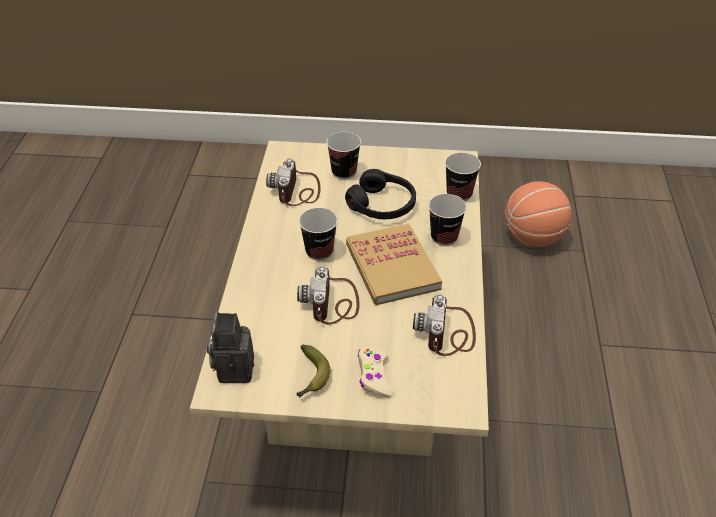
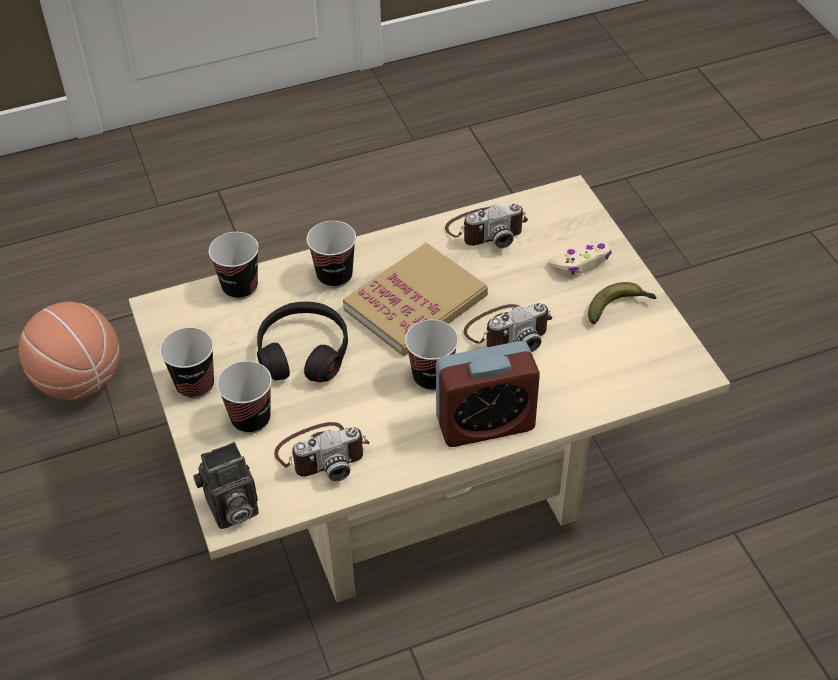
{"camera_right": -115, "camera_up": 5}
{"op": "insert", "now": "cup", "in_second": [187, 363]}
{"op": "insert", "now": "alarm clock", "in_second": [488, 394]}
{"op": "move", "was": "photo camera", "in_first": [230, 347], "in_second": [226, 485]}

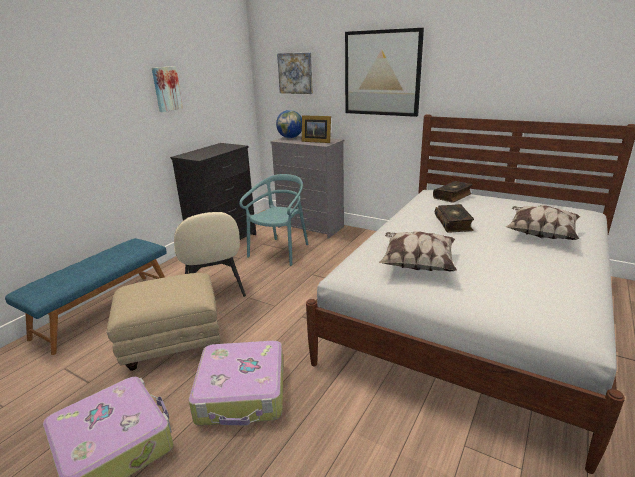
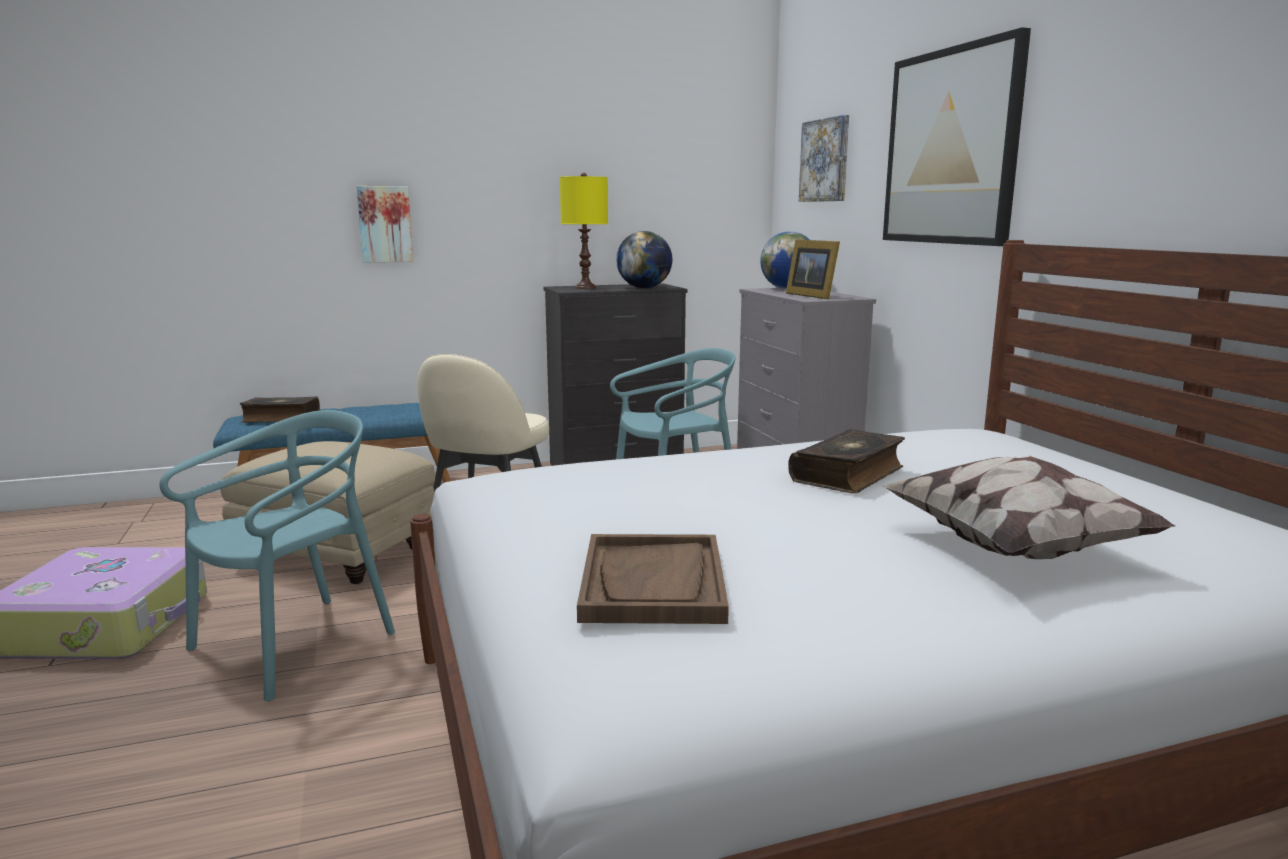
{"camera_right": 40, "camera_up": -10}
{"op": "delete", "was": "throw pillow", "in_first": [418, 251]}
{"op": "insert", "now": "yellowish tabletop lamp", "in_second": [584, 231]}
{"op": "insert", "now": "brownish serving tray", "in_second": [653, 579]}
{"op": "insert", "now": "desk globe", "in_second": [644, 259]}
{"op": "move", "was": "wall picture", "in_first": [167, 89], "in_second": [385, 224]}
{"op": "move", "was": "bound book", "in_first": [453, 192], "in_second": [280, 410]}
{"op": "replace", "was": "suitcase", "now": "turquoise plain chair", "in_first": [236, 383], "in_second": [277, 555]}

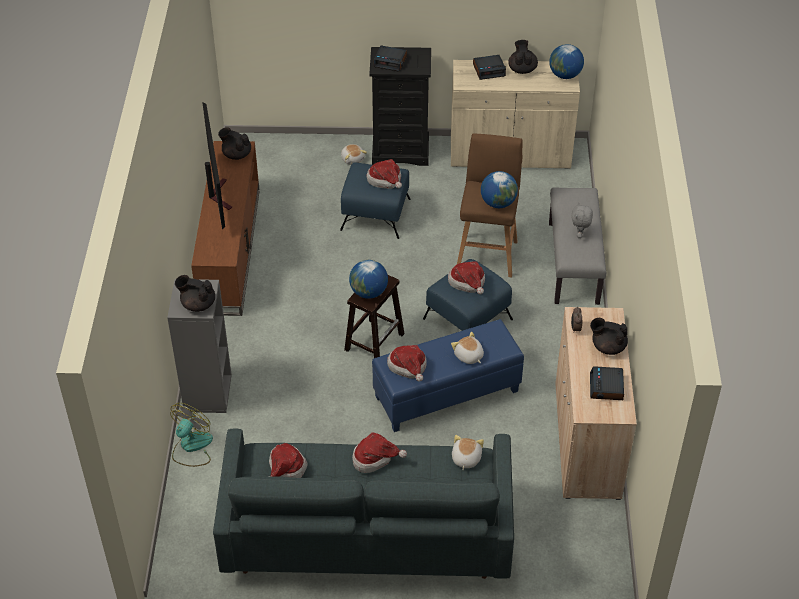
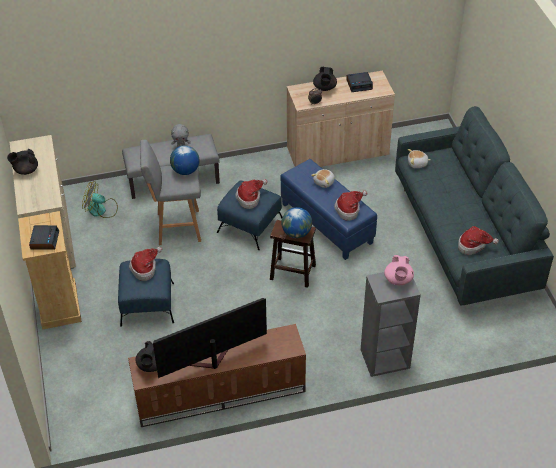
{"camera_right": -105, "camera_up": 0}
{"op": "delete", "was": "soft toy", "in_first": [354, 154]}
{"op": "delete", "was": "hat", "in_first": [379, 452]}
{"op": "delete", "was": "alarm clock", "in_first": [489, 67]}
{"op": "delete", "was": "desk globe", "in_first": [566, 61]}
{"op": "move", "was": "fan", "in_first": [191, 435], "in_second": [100, 199]}
{"op": "recolor", "was": "black teapot", "now": "pink teapot", "in_first": [195, 293], "in_second": [399, 270]}
{"op": "recolor", "was": "black chest of drawers", "now": "beige-coloured chest of drawers", "in_first": [400, 106], "in_second": [50, 270]}
{"op": "recolor", "was": "brownish sitting stool", "now": "grey sitting stool", "in_first": [490, 206], "in_second": [170, 192]}

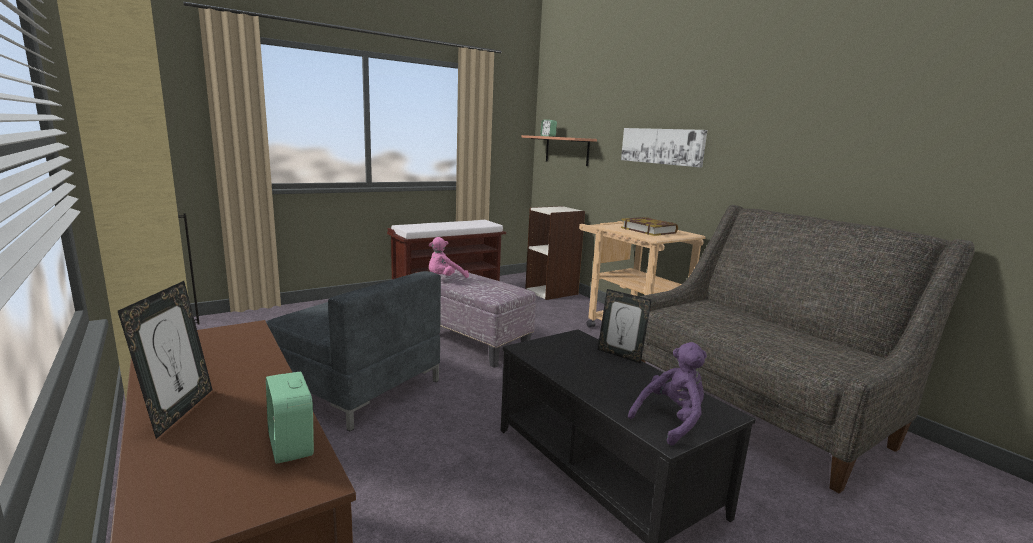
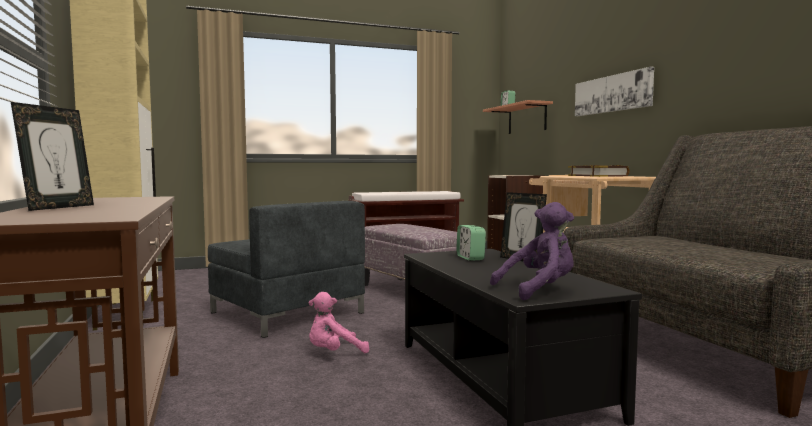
{"camera_right": 15, "camera_up": -10}
{"op": "move", "was": "alarm clock", "in_first": [290, 418], "in_second": [471, 243]}
{"op": "move", "was": "pink soft toy", "in_first": [449, 257], "in_second": [339, 322]}

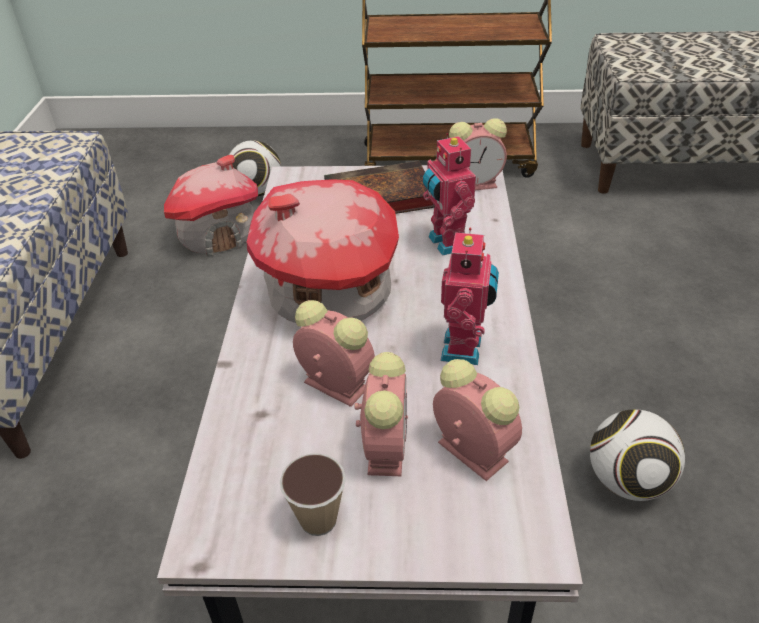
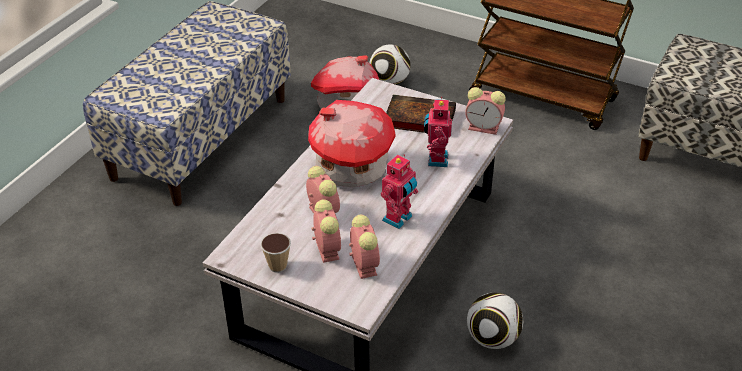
{"camera_right": 25, "camera_up": 0}
{"op": "rotate", "was": "alarm clock", "in_first": [381, 414], "in_second": [326, 231], "clockwise": -45}

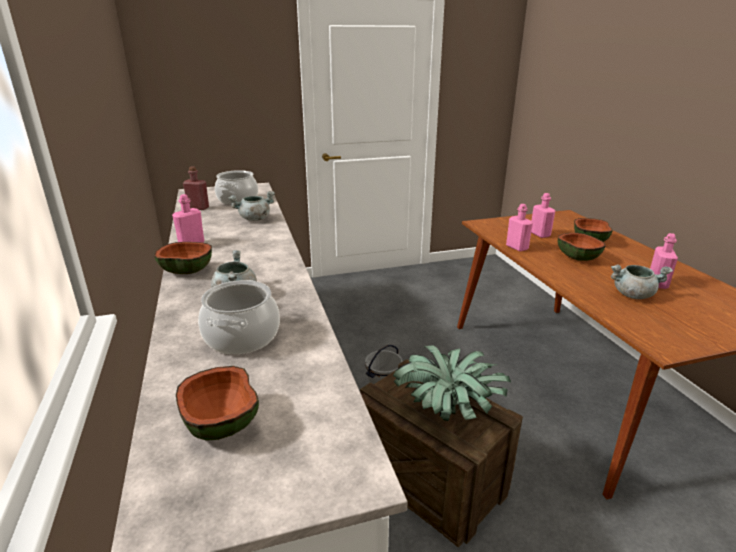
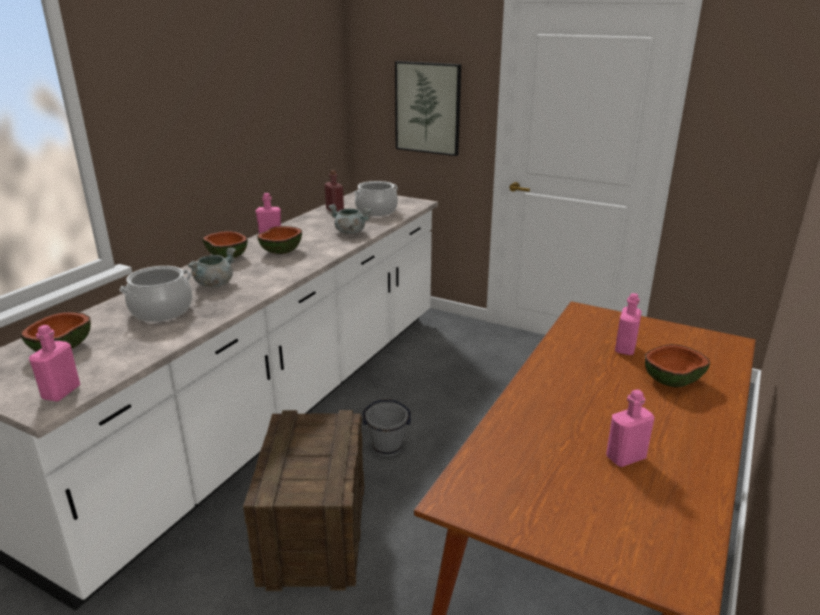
{"camera_right": 45, "camera_up": 0}
{"op": "delete", "was": "potted plant", "in_first": [452, 383]}
{"op": "delete", "was": "grey cooking pot", "in_first": [642, 282]}
{"op": "insert", "now": "wall picture", "in_second": [428, 108]}
{"op": "move", "was": "pink drink bottle", "in_first": [519, 228], "in_second": [54, 363]}
{"op": "move", "was": "deep dish", "in_first": [581, 247], "in_second": [279, 240]}

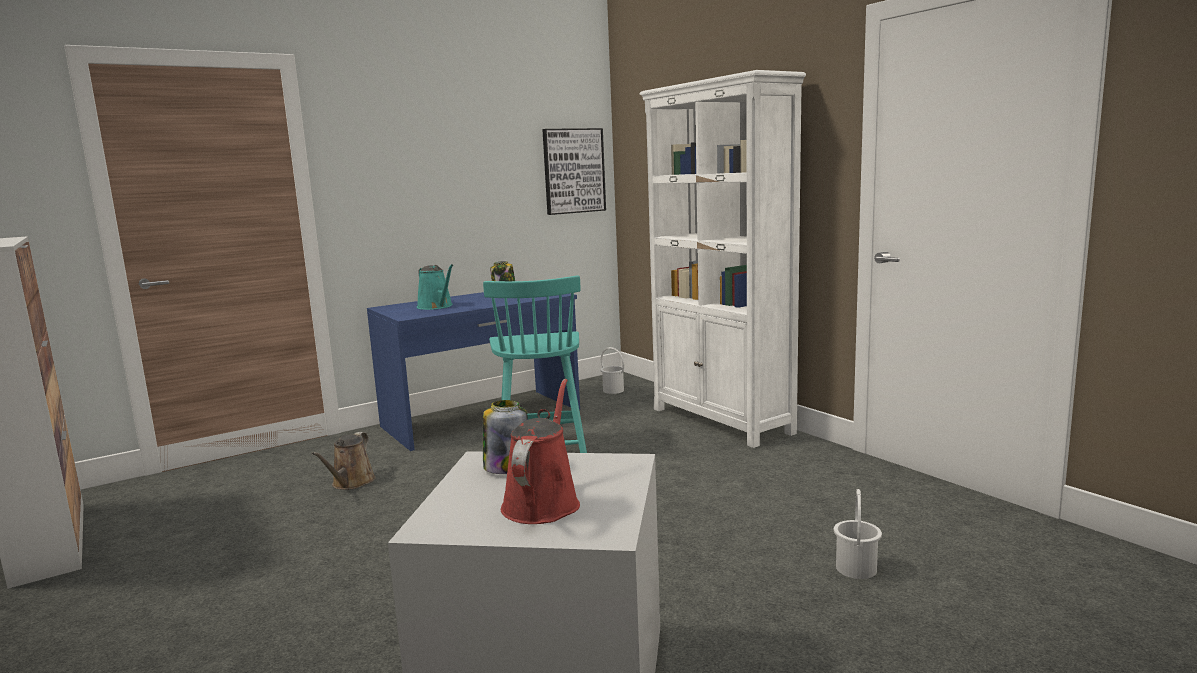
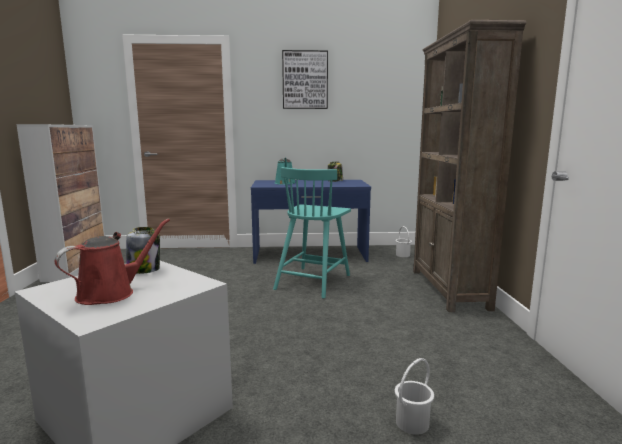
{"camera_right": 30, "camera_up": 0}
{"op": "delete", "was": "brownish watering can", "in_first": [344, 461]}
{"op": "move", "was": "wall picture", "in_first": [574, 171], "in_second": [305, 79]}
{"op": "recolor", "was": "white-coloured bookshelf", "now": "brownish bookshelf", "in_first": [723, 259], "in_second": [469, 166]}

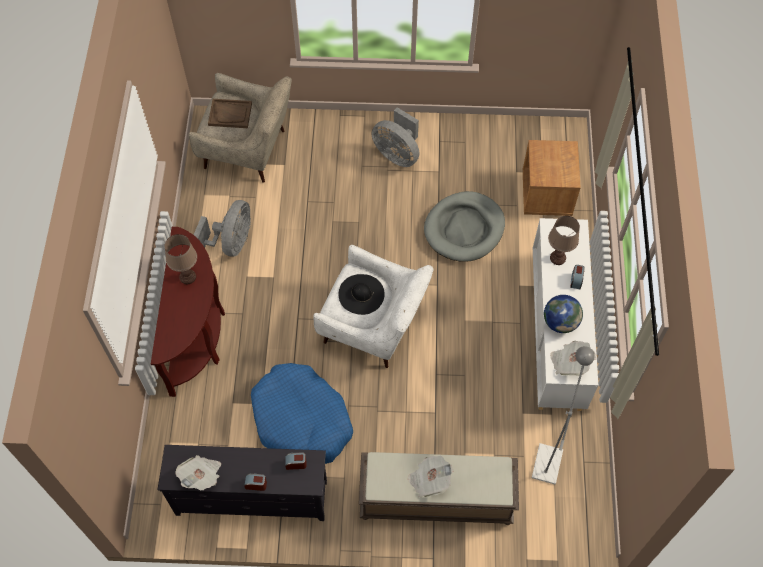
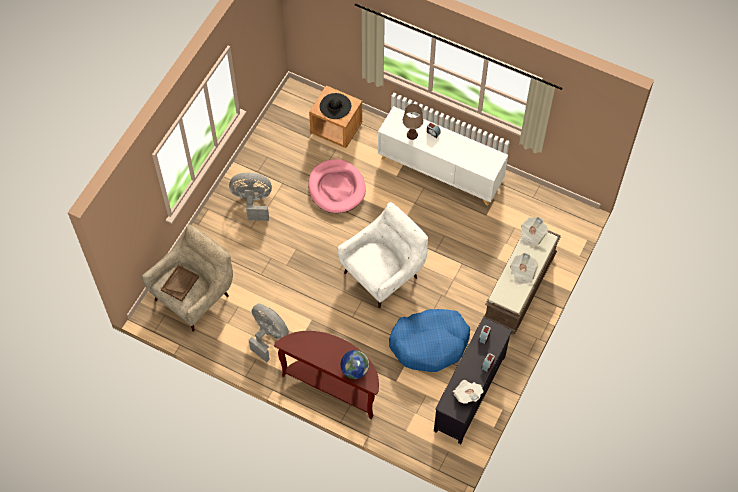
{"camera_right": -65, "camera_up": 0}
{"op": "delete", "was": "brownish tabletop lamp", "in_first": [181, 259]}
{"op": "delete", "was": "grey standard lamp", "in_first": [563, 415]}
{"op": "move", "was": "black hat", "in_first": [362, 294], "in_second": [335, 106]}
{"op": "move", "was": "desk globe", "in_first": [563, 314], "in_second": [355, 364]}
{"op": "move", "was": "newspaper", "in_first": [573, 358], "in_second": [534, 232]}
{"op": "recolor", "was": "grey pet bed", "now": "pink pet bed", "in_first": [464, 226], "in_second": [337, 186]}
{"op": "rotate", "was": "grey fan", "in_first": [396, 137], "in_second": [250, 197], "clockwise": -150}

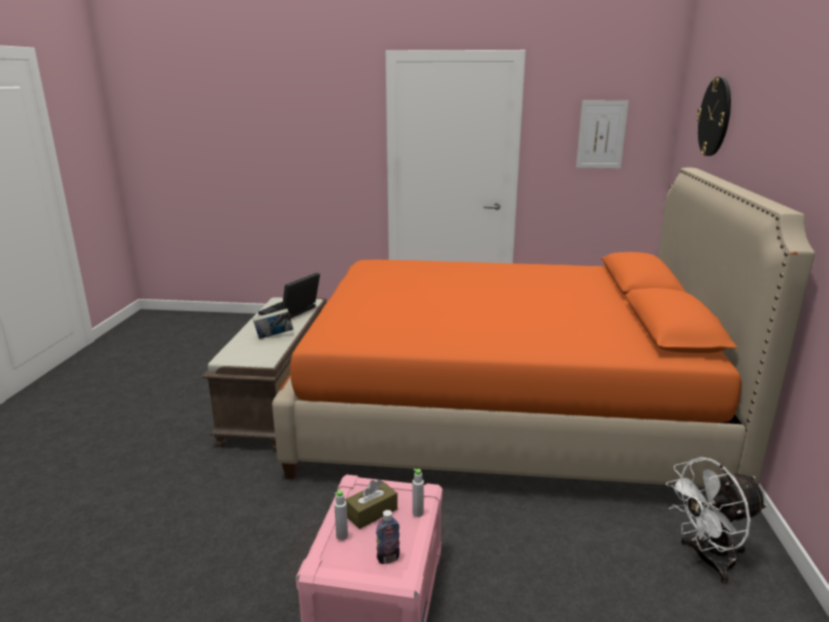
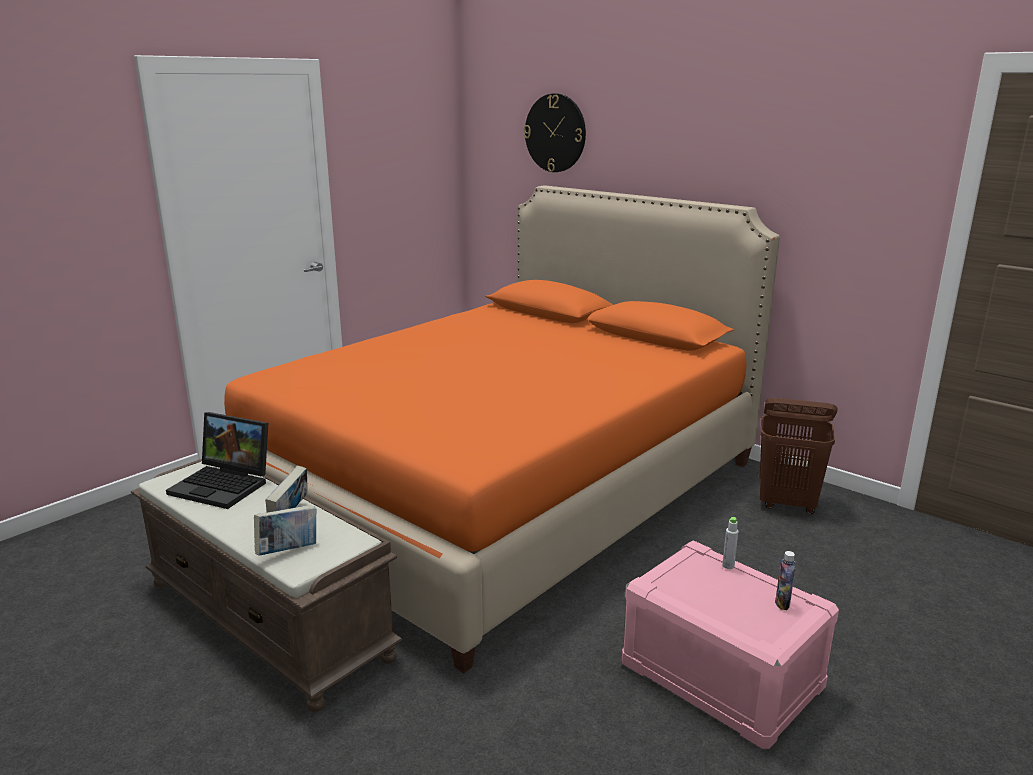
{"camera_right": -55, "camera_up": 0}
{"op": "delete", "was": "grey drink bottle", "in_first": [341, 515]}
{"op": "delete", "was": "brownish tissue box", "in_first": [371, 504]}
{"op": "delete", "was": "wall picture", "in_first": [602, 134]}
{"op": "insert", "now": "bound book", "in_second": [285, 530]}
{"op": "replace", "was": "white-coloured fan", "now": "brownish washing basket", "in_first": [716, 520], "in_second": [798, 456]}
{"op": "rotate", "was": "portable computer", "in_first": [289, 296], "in_second": [217, 460], "clockwise": -45}

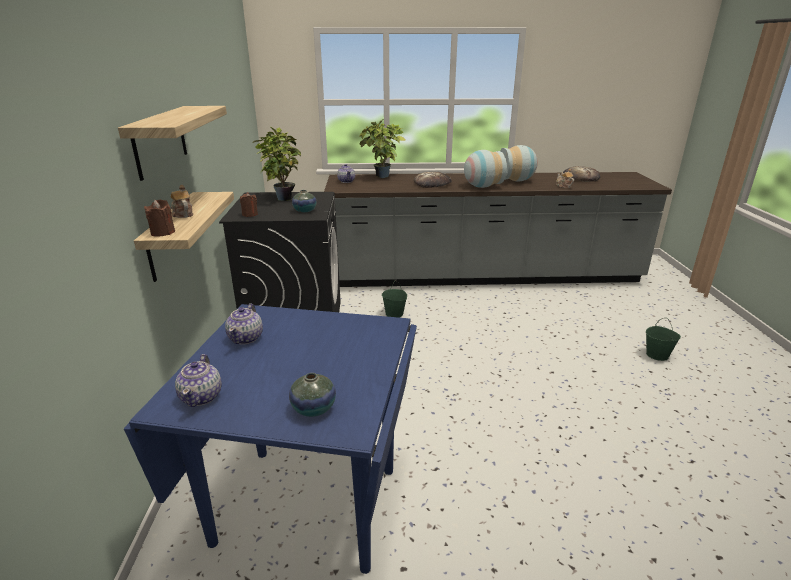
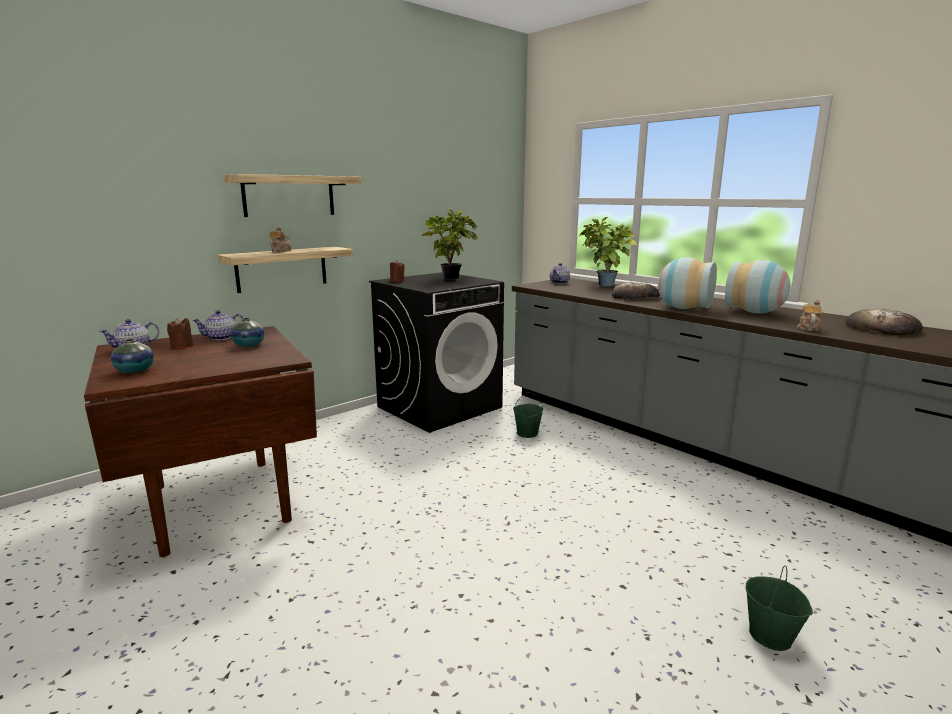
{"camera_right": 50, "camera_up": -10}
{"op": "move", "was": "brownish wax candle", "in_first": [159, 218], "in_second": [180, 333]}
{"op": "move", "was": "flower vase", "in_first": [304, 201], "in_second": [248, 332]}
{"op": "recolor", "was": "blue-coloured dining table", "now": "brownish dining table", "in_first": [270, 439], "in_second": [200, 441]}

